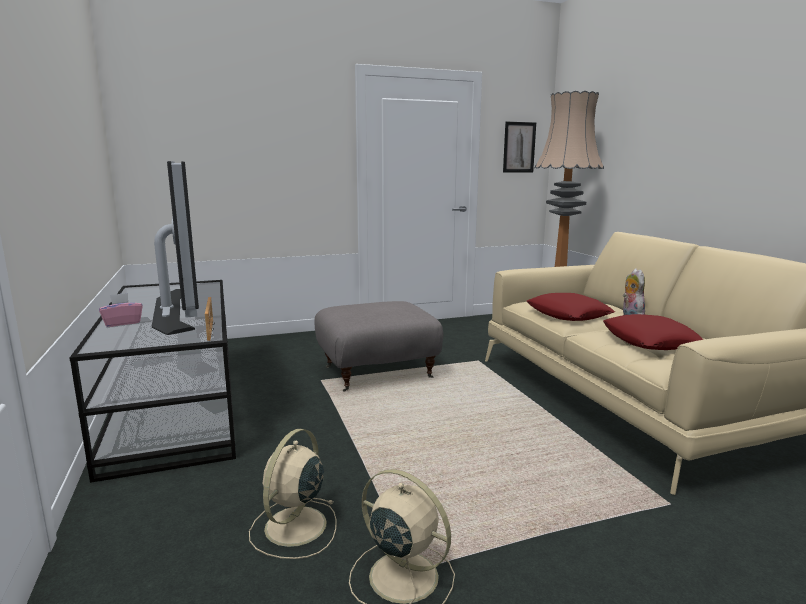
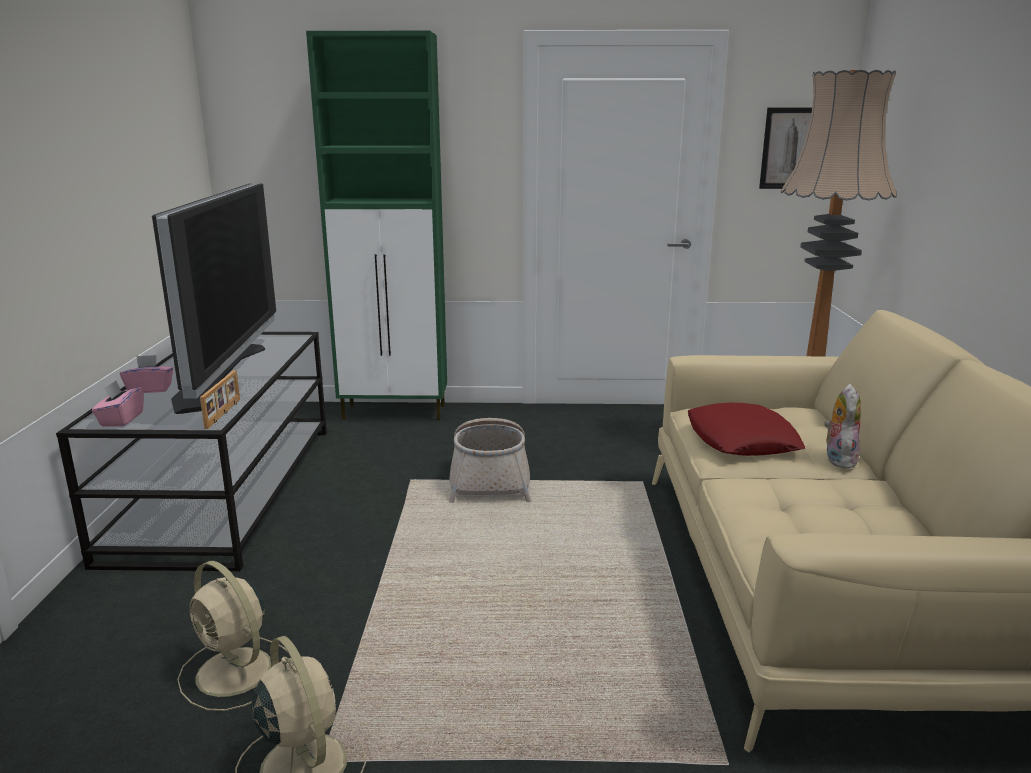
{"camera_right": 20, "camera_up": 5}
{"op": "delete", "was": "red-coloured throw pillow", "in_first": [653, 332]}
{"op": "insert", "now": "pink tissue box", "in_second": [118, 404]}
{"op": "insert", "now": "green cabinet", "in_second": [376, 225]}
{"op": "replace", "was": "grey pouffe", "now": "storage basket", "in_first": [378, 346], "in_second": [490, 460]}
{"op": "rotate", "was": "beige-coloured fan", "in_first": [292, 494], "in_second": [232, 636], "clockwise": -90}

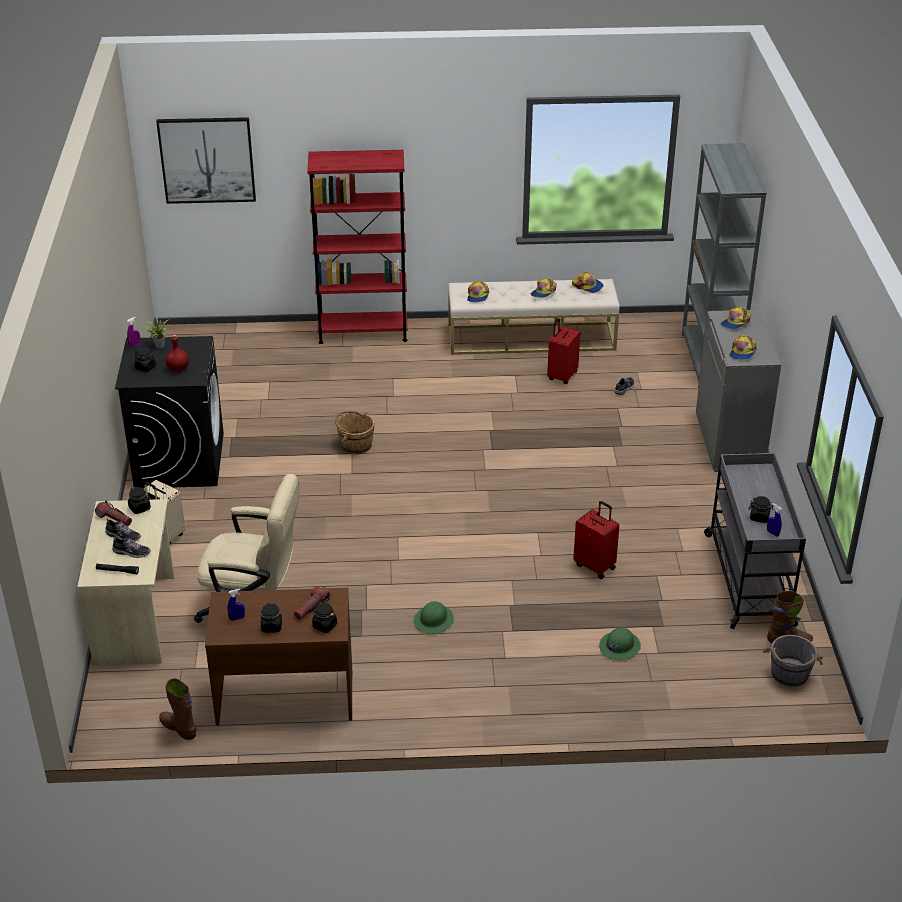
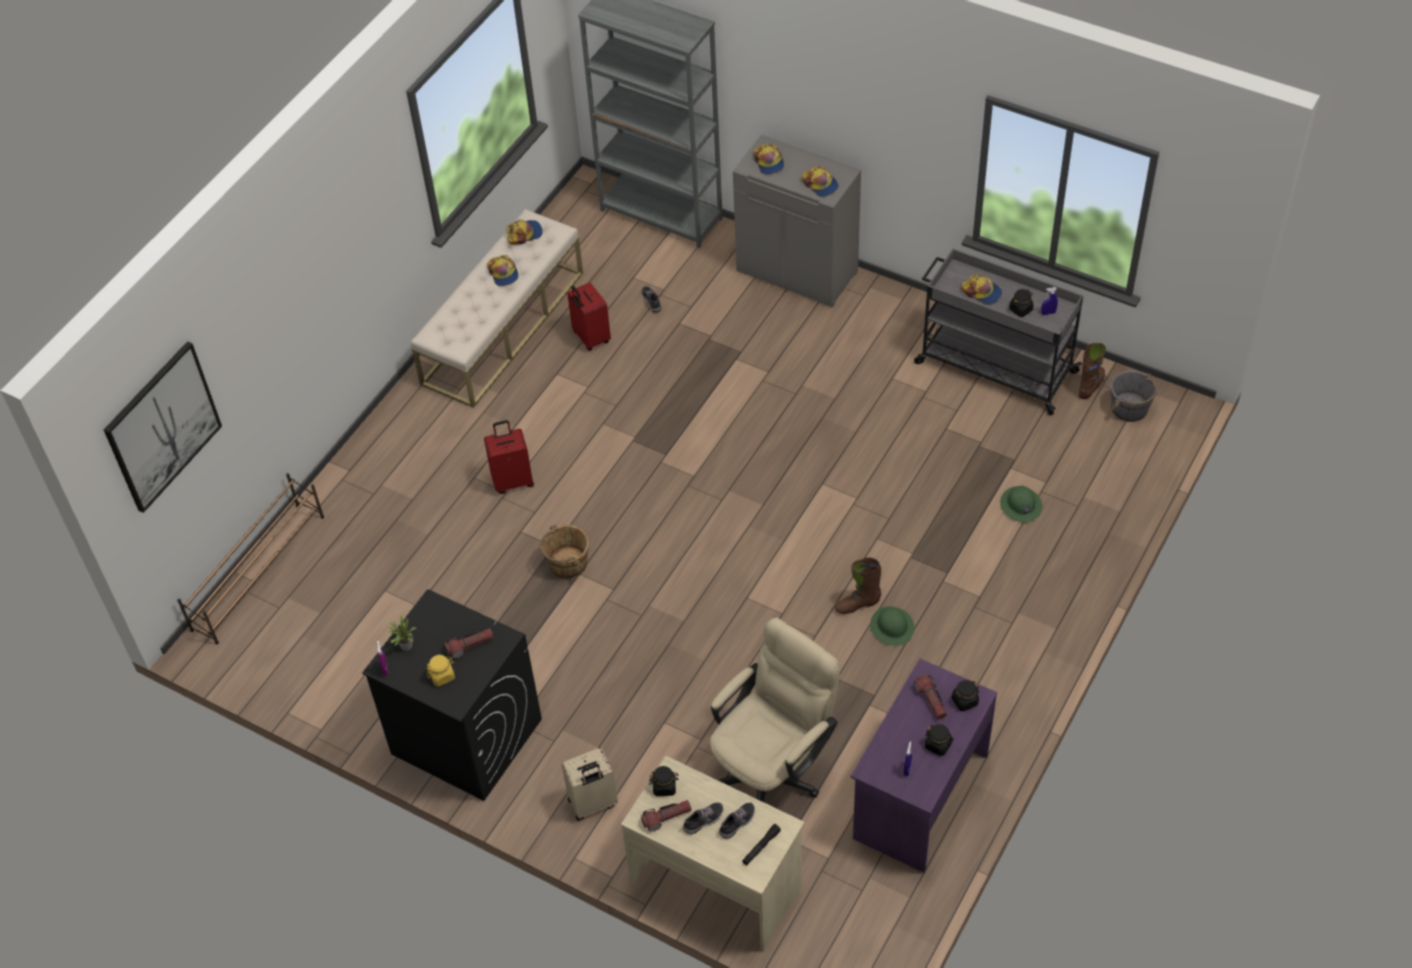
{"camera_right": -55, "camera_up": 15}
{"op": "delete", "was": "red-coloured bookshelf", "in_first": [357, 247]}
{"op": "insert", "now": "brownish shoe rack", "in_second": [250, 558]}
{"op": "move", "was": "brownish tall boot", "in_first": [178, 709], "in_second": [858, 585]}
{"op": "move", "was": "baseball cap", "in_first": [478, 291], "in_second": [981, 289]}
{"op": "move", "was": "red-coloured suitcase", "in_first": [596, 540], "in_second": [509, 457]}
{"op": "replace", "was": "red-coloured drink bottle", "now": "hand torch", "in_first": [177, 353], "in_second": [469, 643]}
{"op": "recolor", "was": "black storage jar", "now": "yellowish storage jar", "in_first": [145, 360], "in_second": [440, 671]}
{"op": "recolor", "was": "brownish desk", "now": "purplish desk", "in_first": [278, 656], "in_second": [924, 766]}

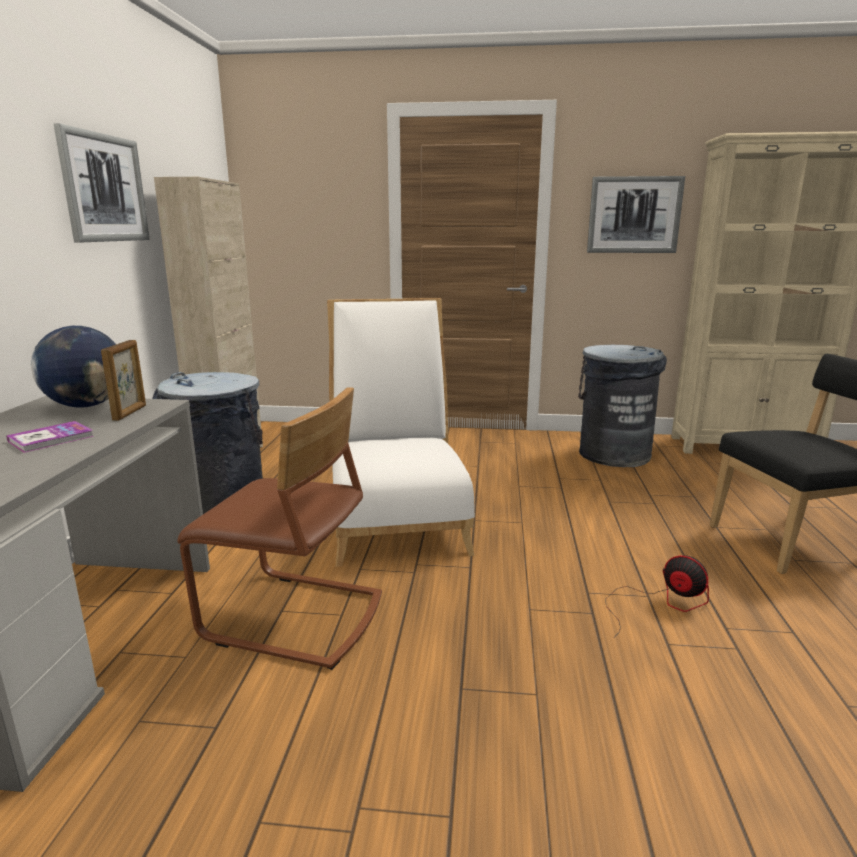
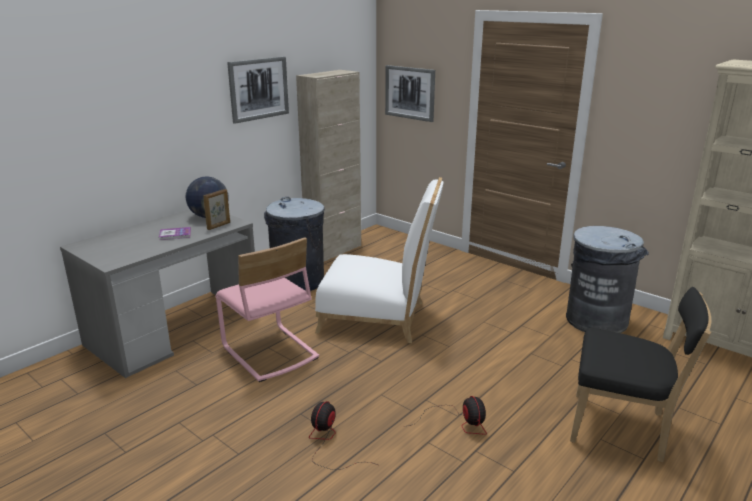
{"camera_right": 35, "camera_up": 5}
{"op": "insert", "now": "fan", "in_second": [343, 435]}
{"op": "move", "was": "wall picture", "in_first": [636, 214], "in_second": [410, 93]}
{"op": "recolor", "was": "brownish plain chair", "now": "pink plain chair", "in_first": [279, 528], "in_second": [267, 309]}
{"op": "rotate", "was": "white-coloured plain chair", "in_first": [401, 432], "in_second": [379, 260], "clockwise": 75}

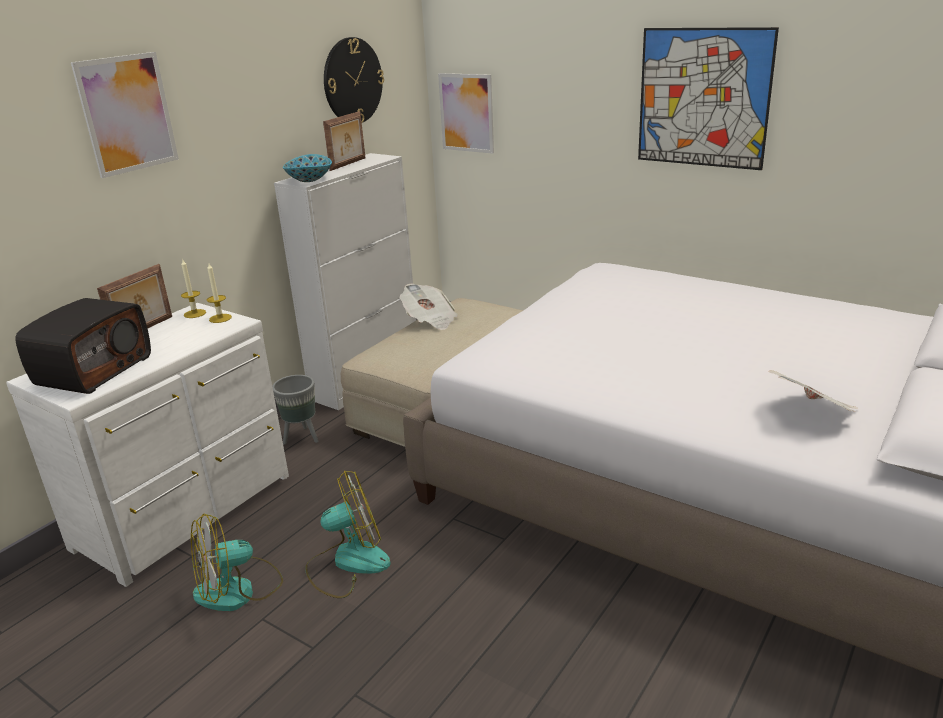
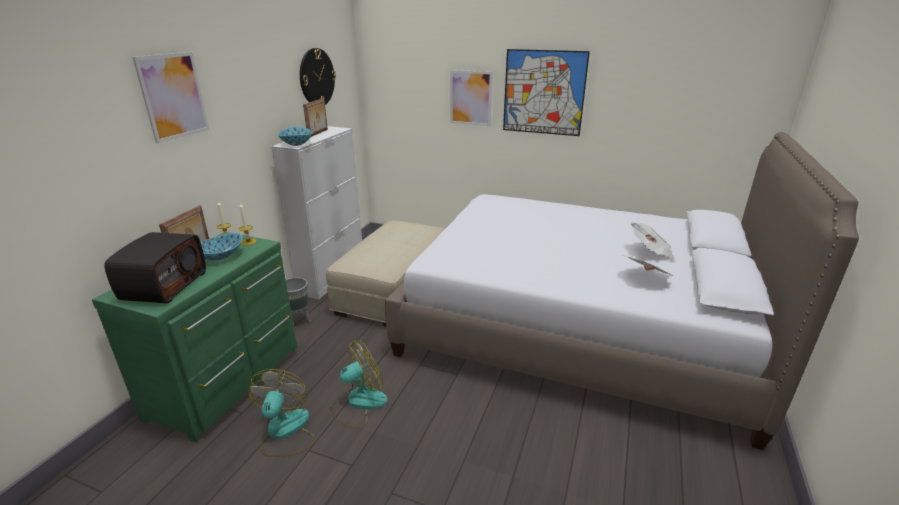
{"camera_right": -15, "camera_up": 0}
{"op": "insert", "now": "deep dish", "in_second": [222, 246]}
{"op": "move", "was": "newspaper", "in_first": [429, 306], "in_second": [652, 241]}
{"op": "move", "was": "wall picture", "in_first": [466, 113], "in_second": [471, 98]}
{"op": "recolor", "was": "white-coloured chest of drawers", "now": "green chest of drawers", "in_first": [147, 445], "in_second": [194, 337]}
{"op": "rotate", "was": "fan", "in_first": [237, 562], "in_second": [281, 413], "clockwise": 135}

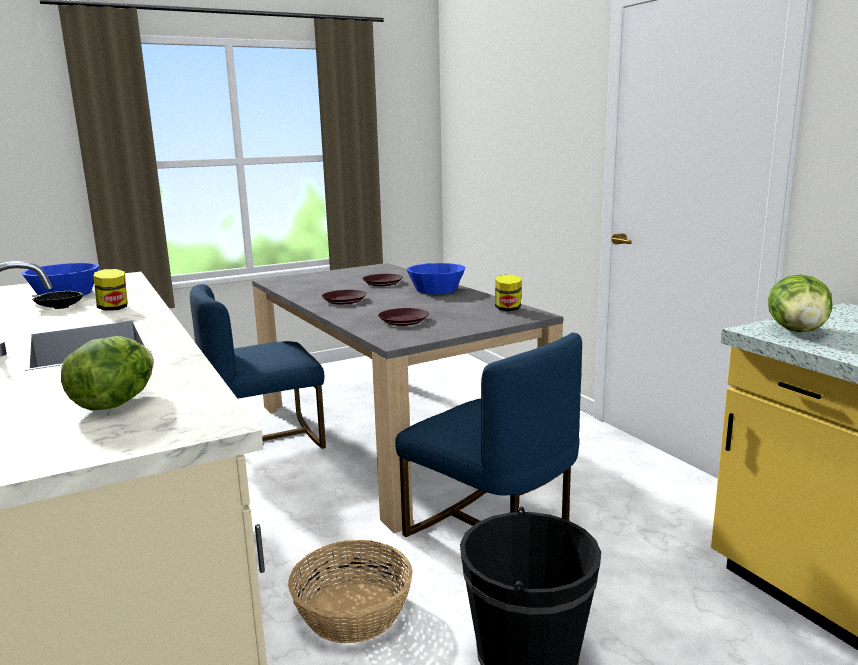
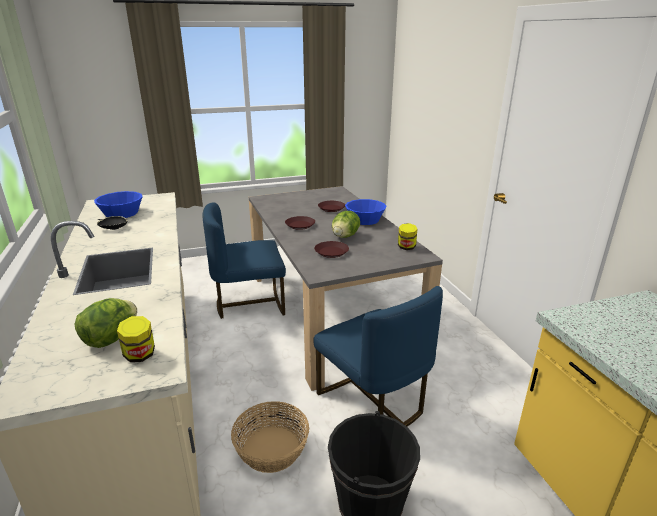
{"camera_right": 10, "camera_up": 10}
{"op": "move", "was": "storage jar", "in_first": [110, 290], "in_second": [136, 339]}
{"op": "move", "was": "lettuce head", "in_first": [800, 304], "in_second": [346, 224]}

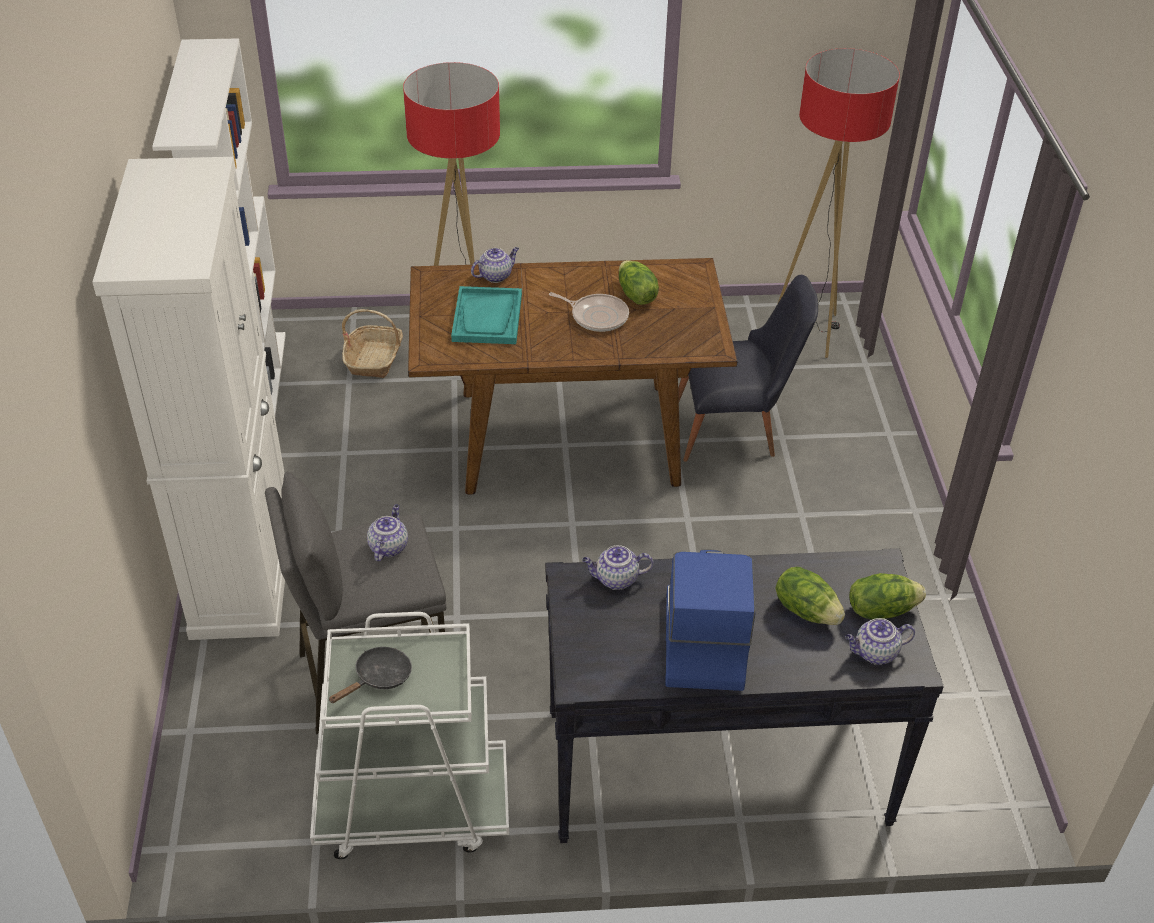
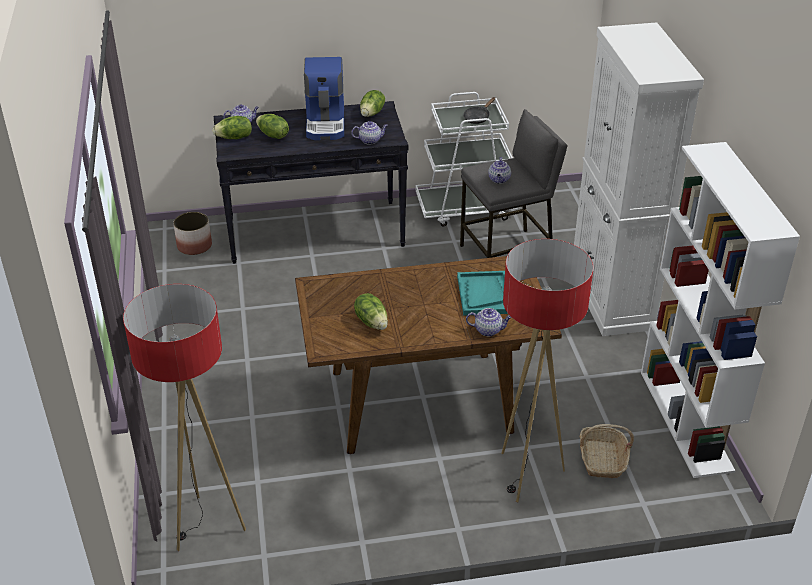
{"camera_right": 175, "camera_up": -5}
{"op": "delete", "was": "frying pan", "in_first": [589, 312]}
{"op": "delete", "was": "black plain chair", "in_first": [748, 368]}
{"op": "insert", "now": "flower pot", "in_second": [192, 233]}
{"op": "insert", "now": "lettuce head", "in_second": [372, 103]}
{"op": "rotate", "was": "teapot", "in_first": [495, 265], "in_second": [489, 322], "clockwise": -135}

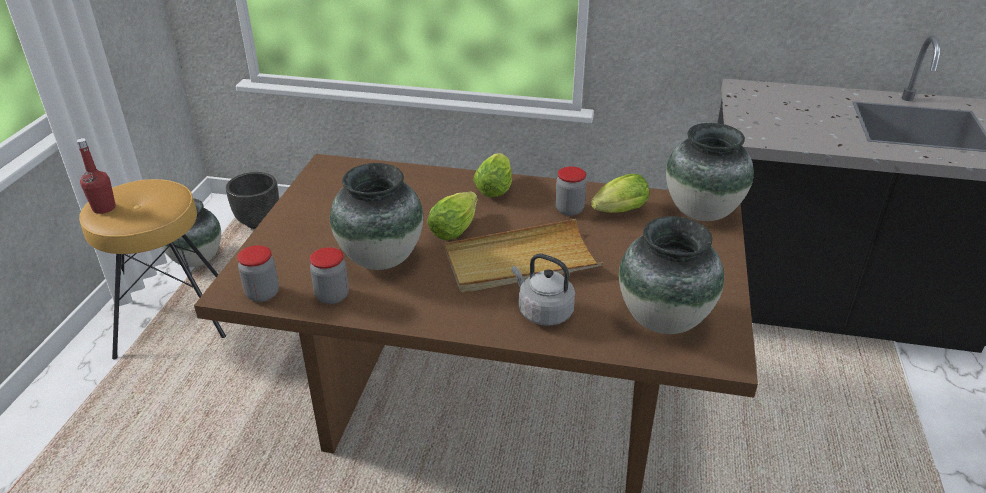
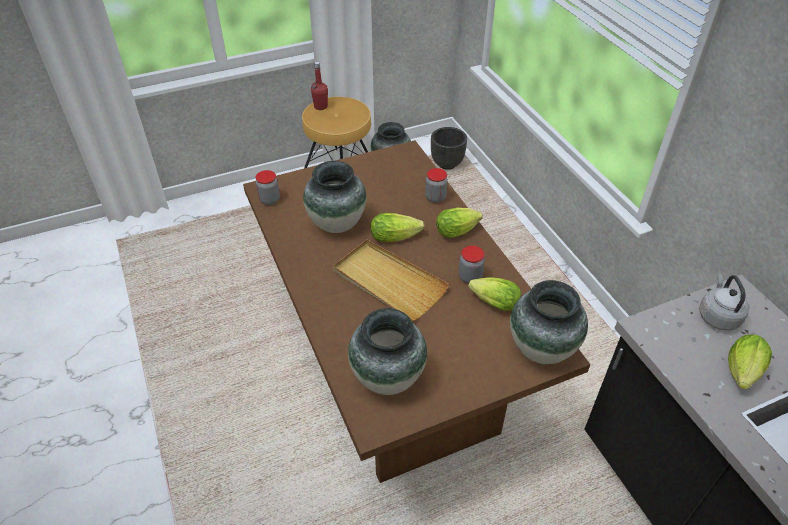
{"camera_right": 55, "camera_up": 10}
{"op": "insert", "now": "lettuce head", "in_second": [750, 361]}
{"op": "move", "was": "storage jar", "in_first": [329, 275], "in_second": [436, 185]}
{"op": "move", "was": "grey tea kettle", "in_first": [543, 290], "in_second": [724, 302]}

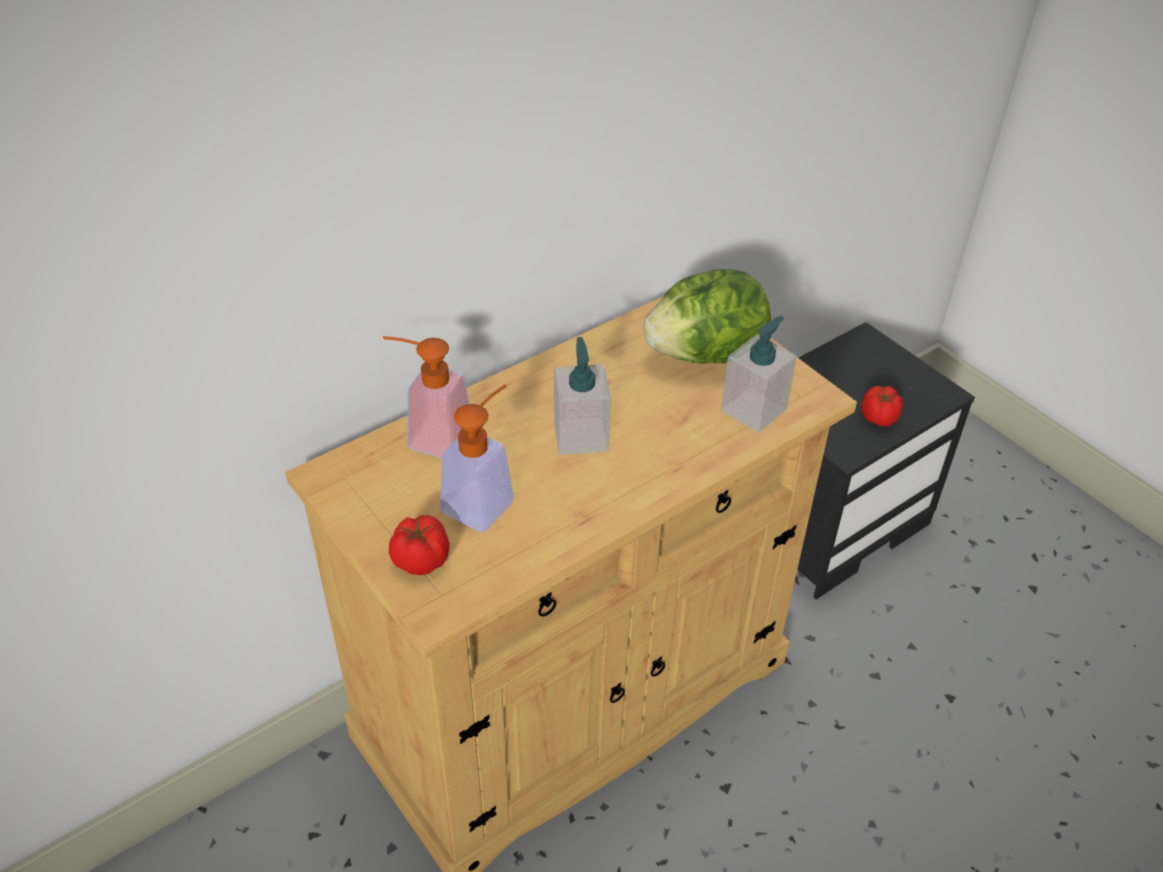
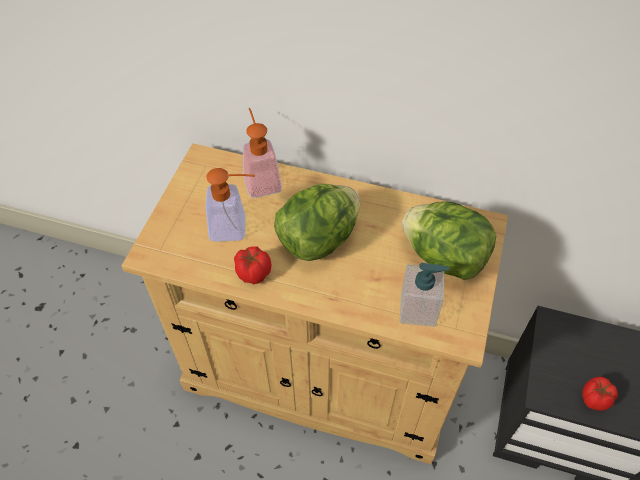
{"camera_right": 55, "camera_up": 10}
{"op": "move", "was": "fresh tomato", "in_first": [419, 545], "in_second": [253, 265]}
{"op": "replace", "was": "liquid soap bottle", "now": "lettuce head", "in_first": [582, 396], "in_second": [317, 222]}

